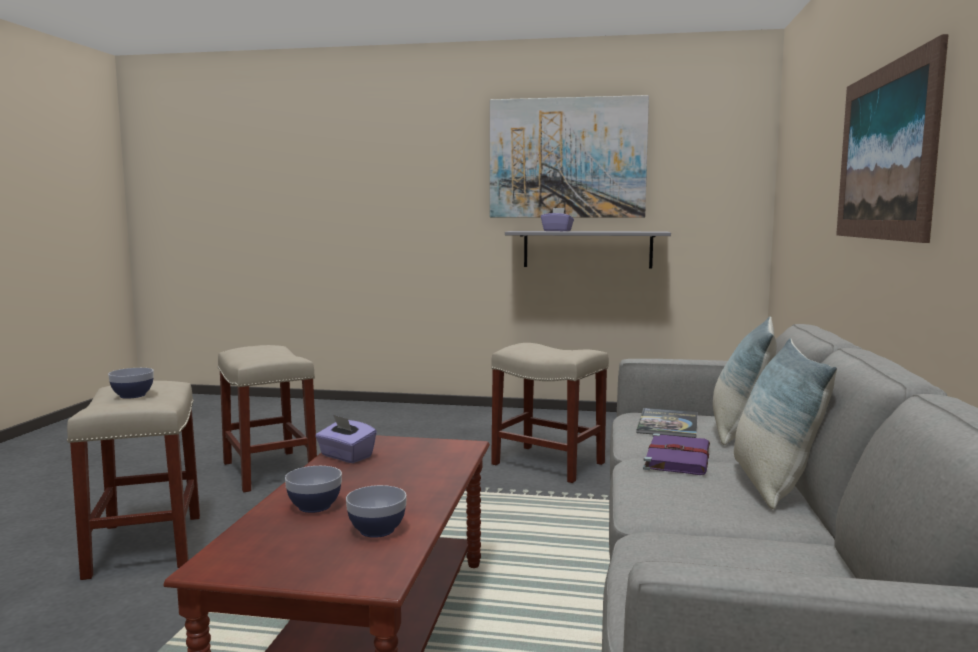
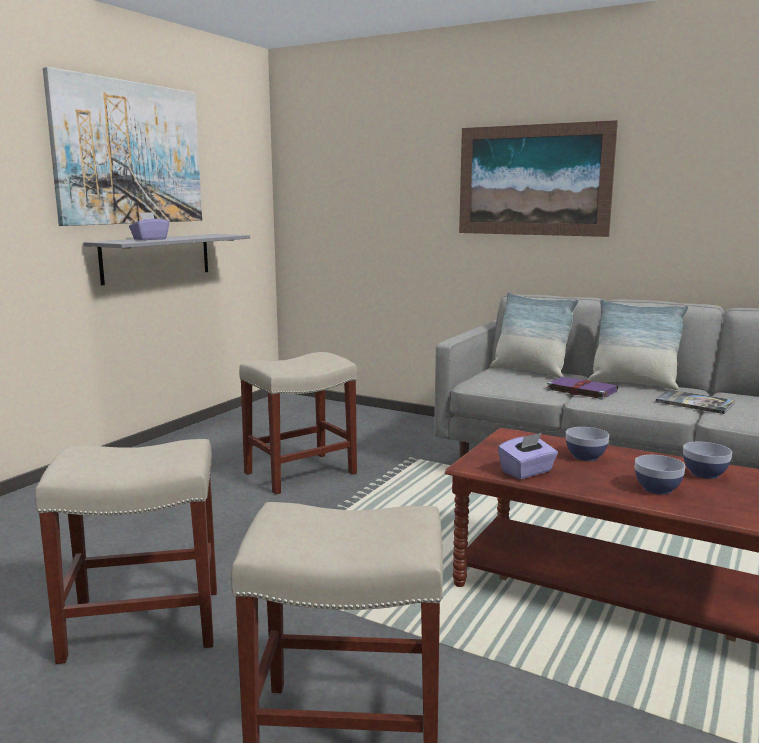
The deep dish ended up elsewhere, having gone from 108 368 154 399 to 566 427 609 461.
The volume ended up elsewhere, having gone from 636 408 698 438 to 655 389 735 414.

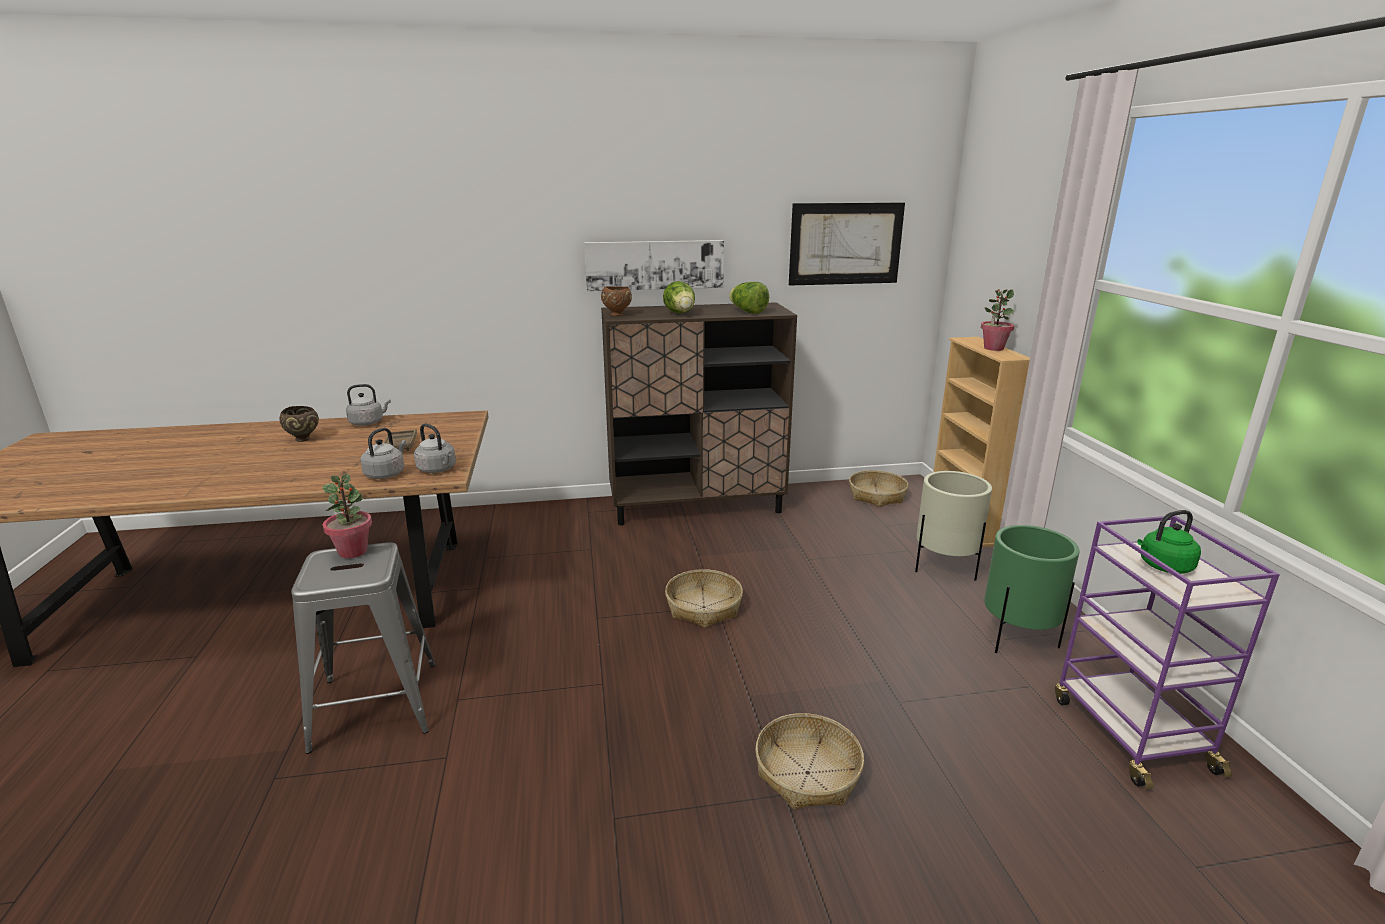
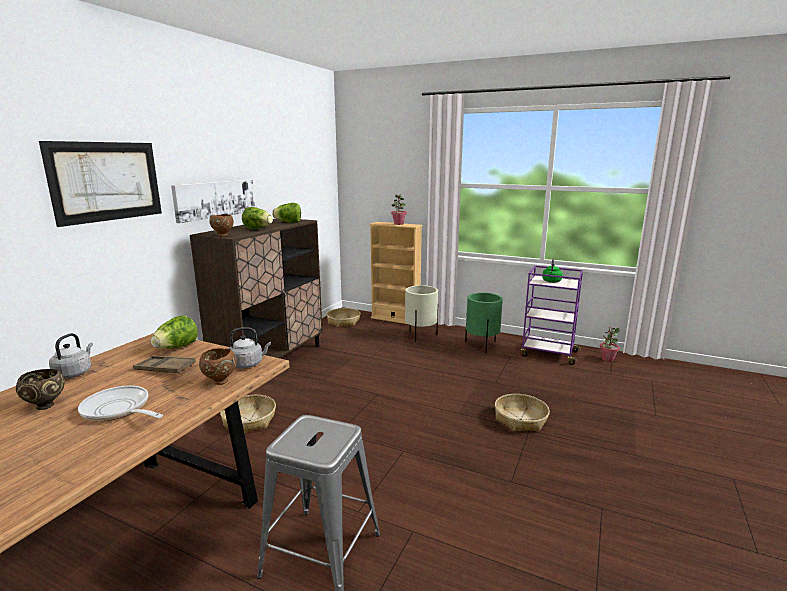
The plant in a pot ended up elsewhere, having gone from 322 474 372 558 to 600 326 620 362.
Where the greyish water kettle stood at 360 428 406 479, the brown-coloured deep dish came to stand at 199 348 237 385.
The household basket ended up elsewhere, having gone from 665 569 743 628 to 220 395 276 433.
The picture ended up elsewhere, having gone from 789 203 905 286 to 39 141 162 227.
The second view gained the pan at 78 386 163 421.
The second view gained the lettuce head at 151 316 198 349.

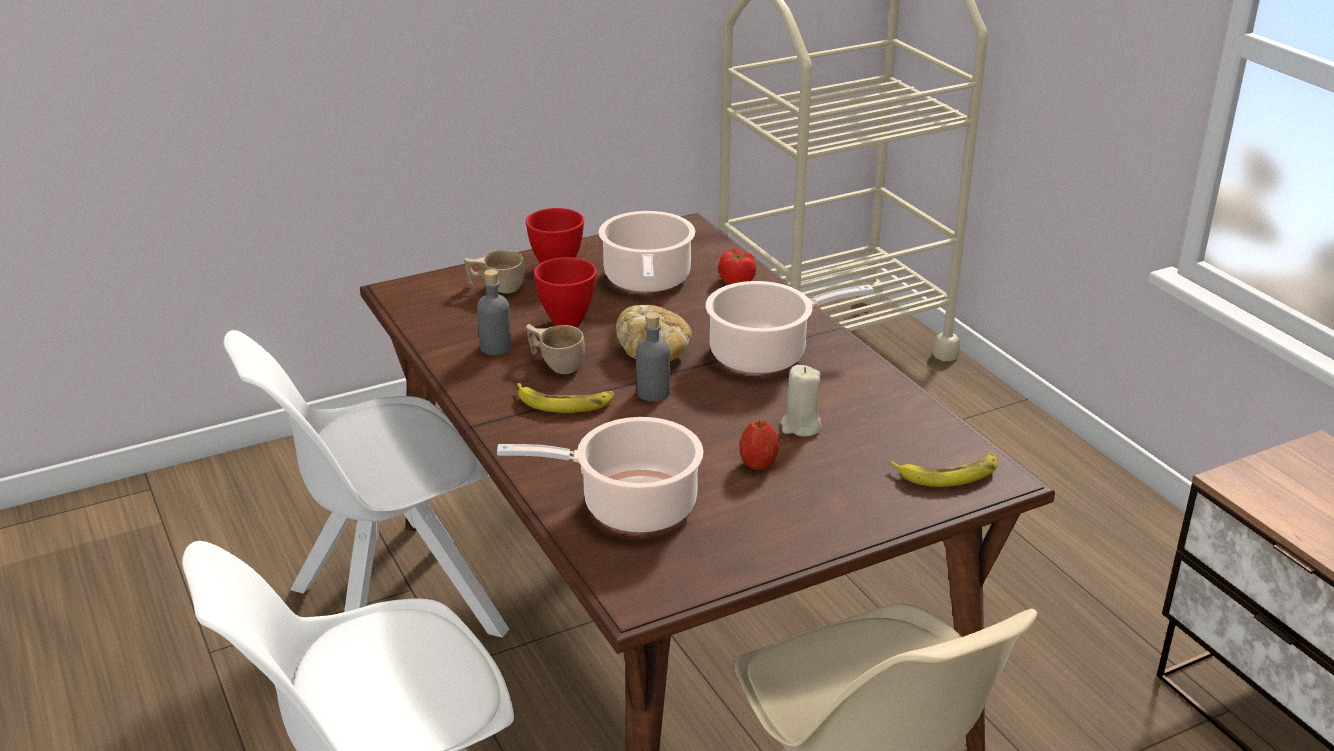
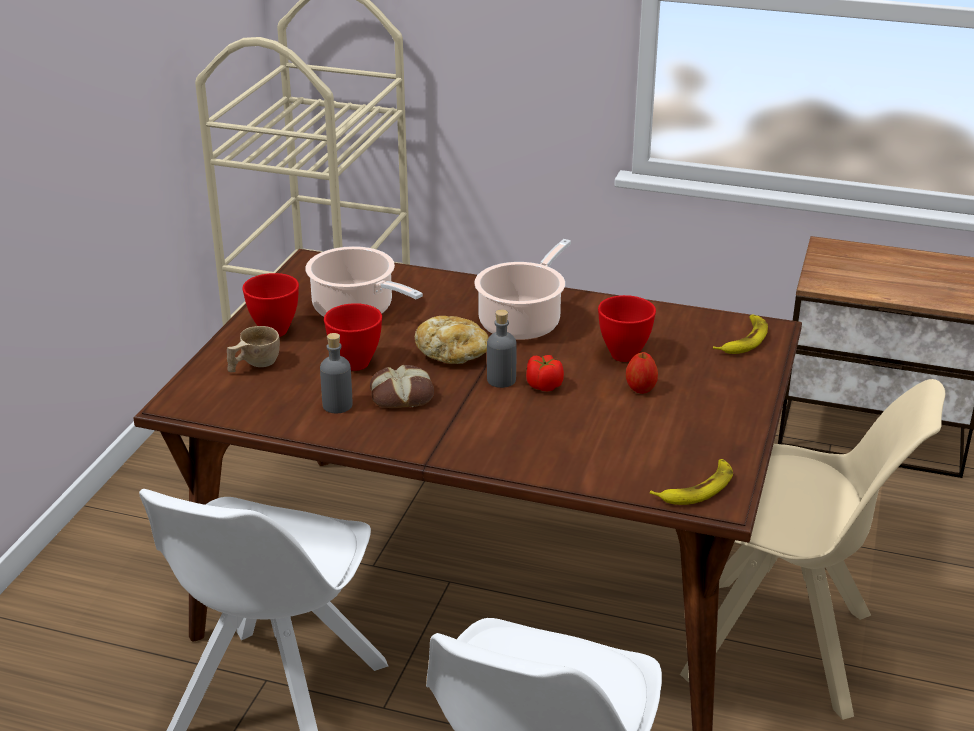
The second view lost the saucepot at 497 417 704 533.
The banana fruit ended up elsewhere, having gone from 517 383 614 413 to 650 459 733 505.
Where the beige-coloured drinking cup stood at 526 324 585 374, the bread came to stand at 370 365 434 408.
The whole tomato ended up elsewhere, having gone from 718 249 756 285 to 526 355 564 391.
Where the beige-coloured candle stood at 781 365 822 436, the red deep dish came to stand at 598 295 656 362.

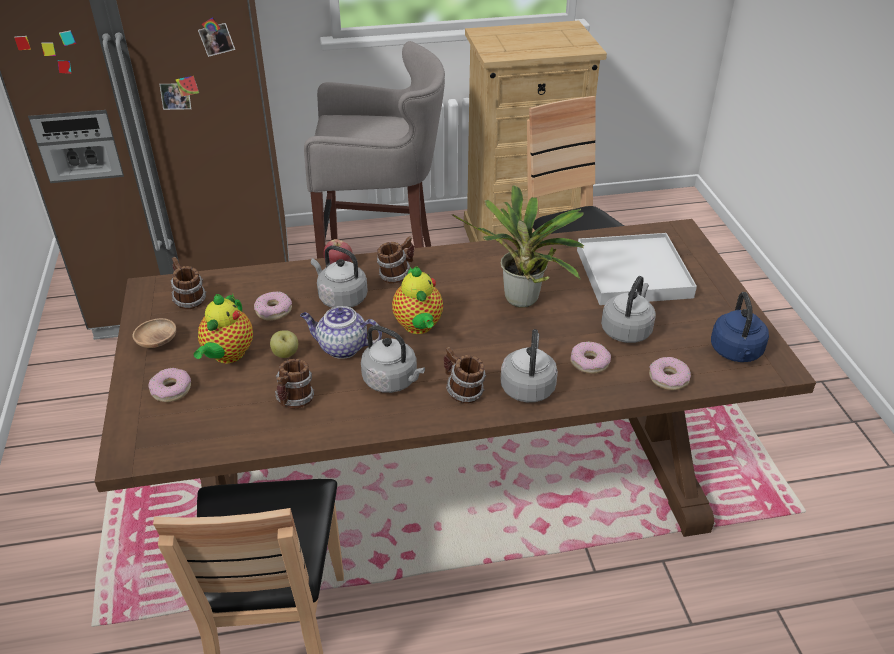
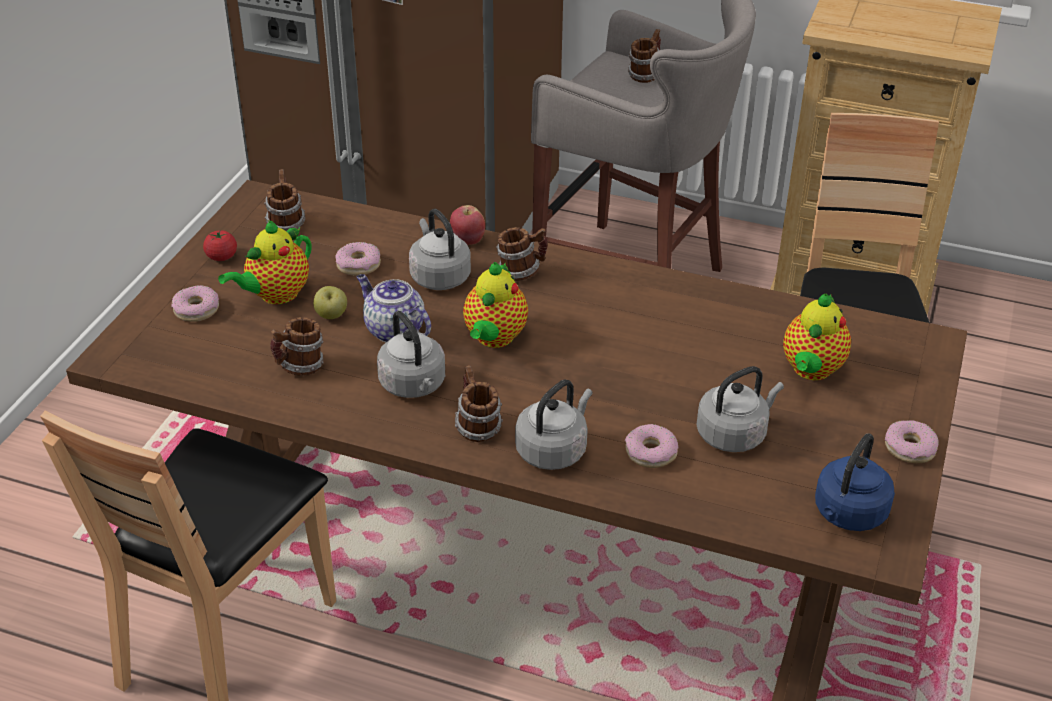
Where the brown-coloured deep dish stood at 133 318 176 348, the whole tomato came to stand at 203 230 237 261.
The second view lost the plant in a pot at 452 185 585 308.
Where the white tray stood at 577 233 697 305, the tea pot came to stand at 783 293 851 380.
The ring doughnut ended up elsewhere, having gone from 649 357 691 390 to 885 420 939 463.
The second view gained the coffee mug at 628 29 661 83.

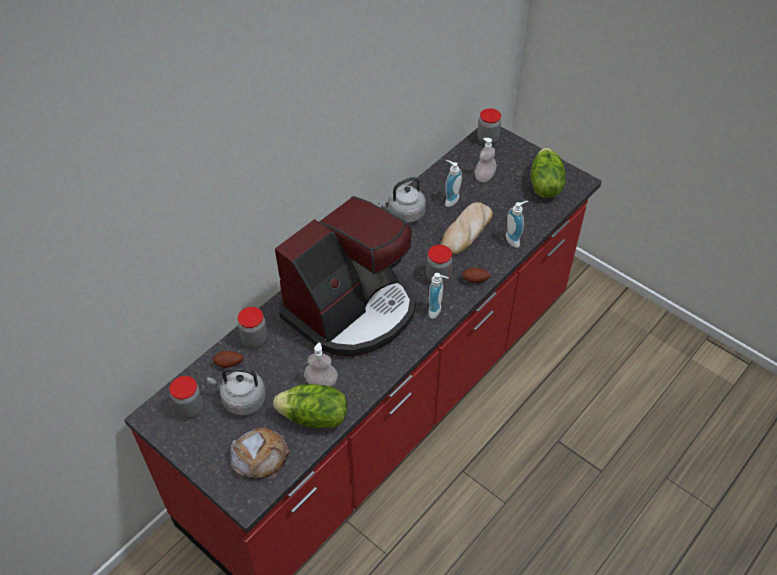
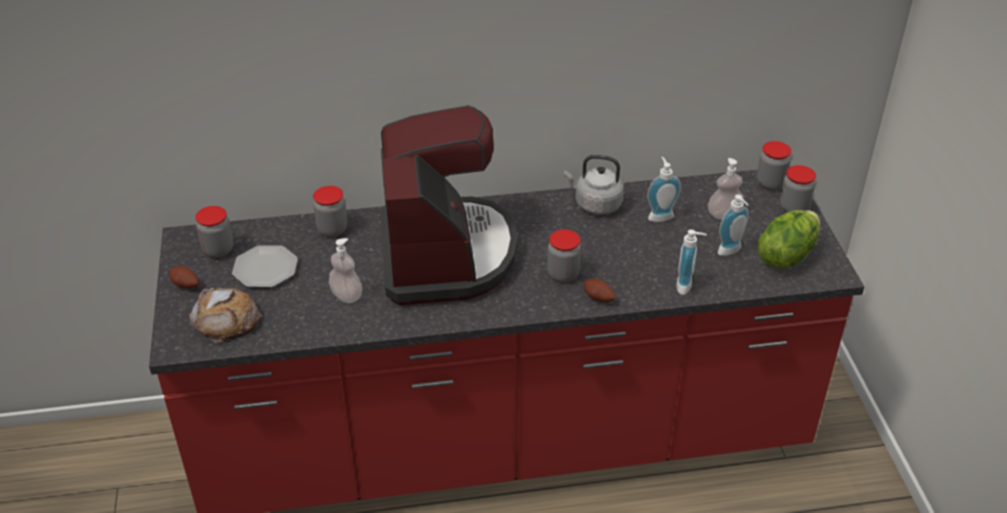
Where the greyish water kettle stood at 207 367 266 416, the plate came to stand at 232 245 298 288.
The spud ended up elsewhere, having gone from 212 351 244 368 to 169 266 199 288.
The second view lost the lettuce head at 273 384 347 428.
The coffee machine at 275 196 416 356 ended up facing another way, 90 degrees counterclockwise from before.
The soap bottle ended up elsewhere, having gone from 428 273 449 319 to 718 195 749 256.
The second view lost the bread at 441 202 493 255.
The second view gained the jar at 780 165 816 213.

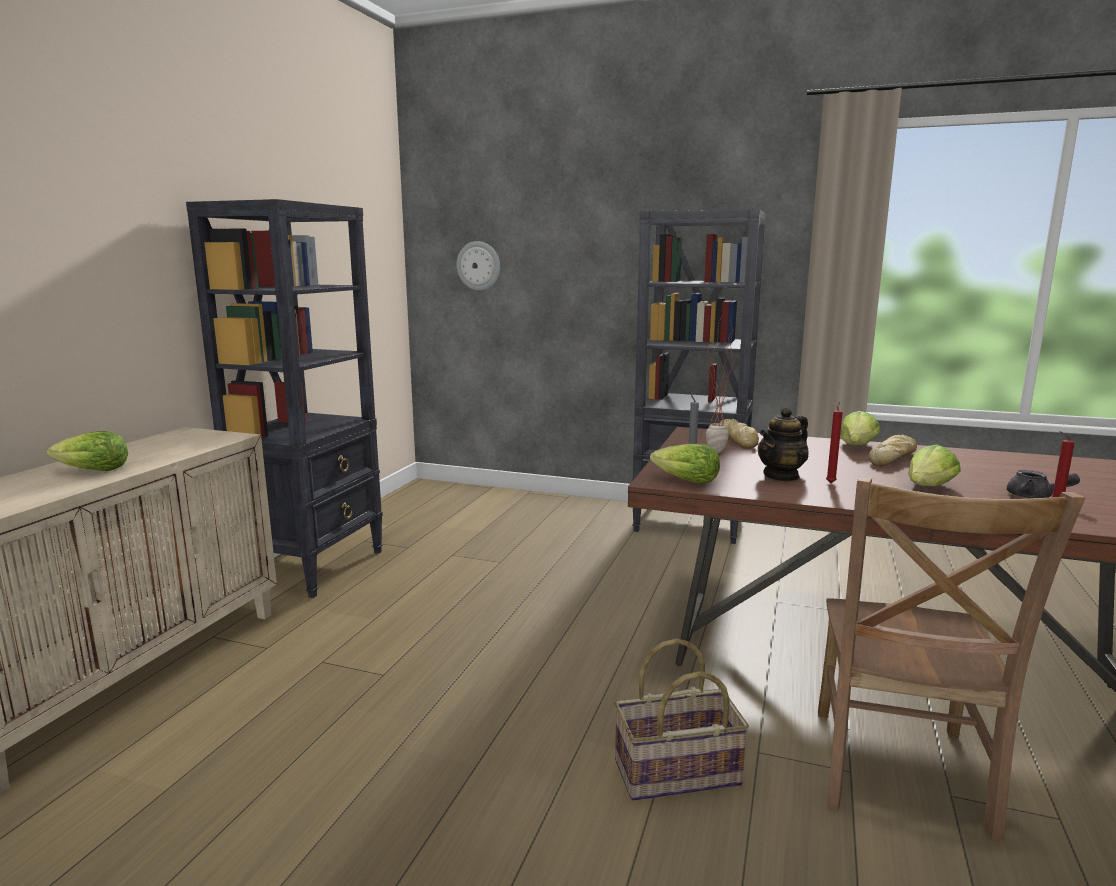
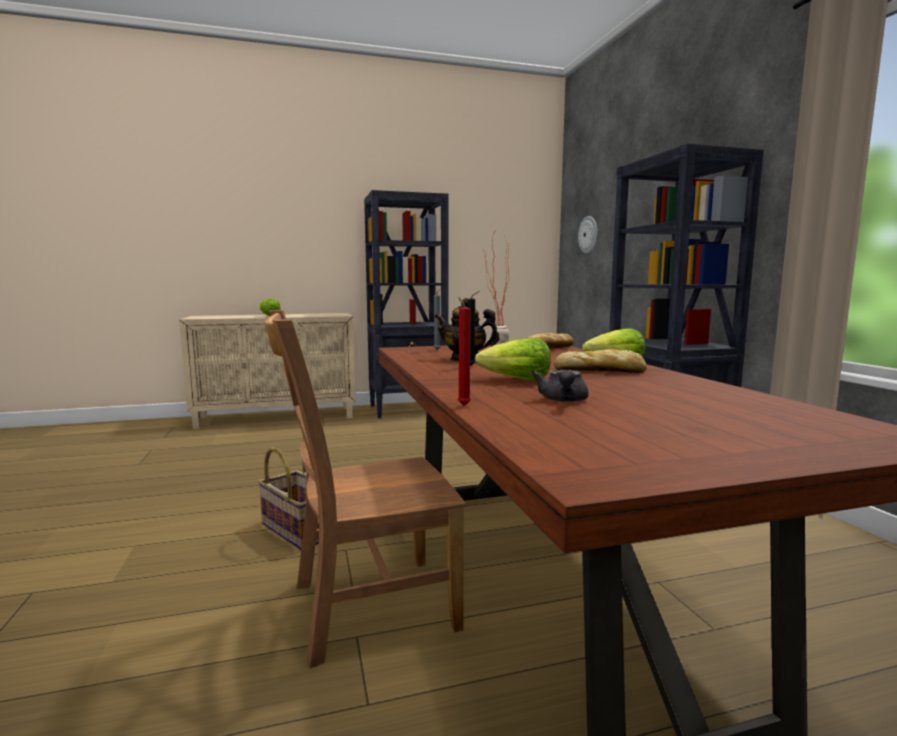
The second view lost the lettuce head at 650 444 720 484.
What was the red candle at 826 401 843 483 turned into the black candle at 468 291 479 366.

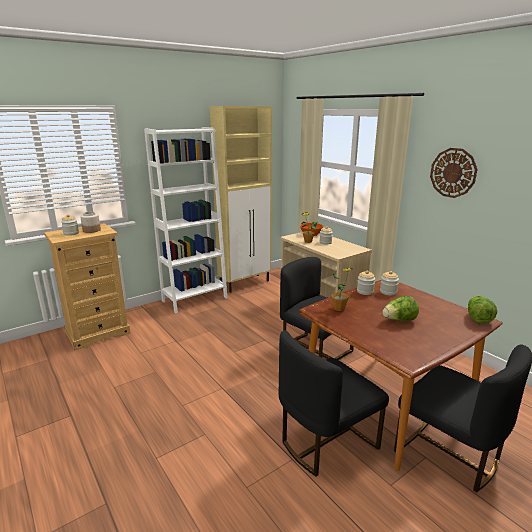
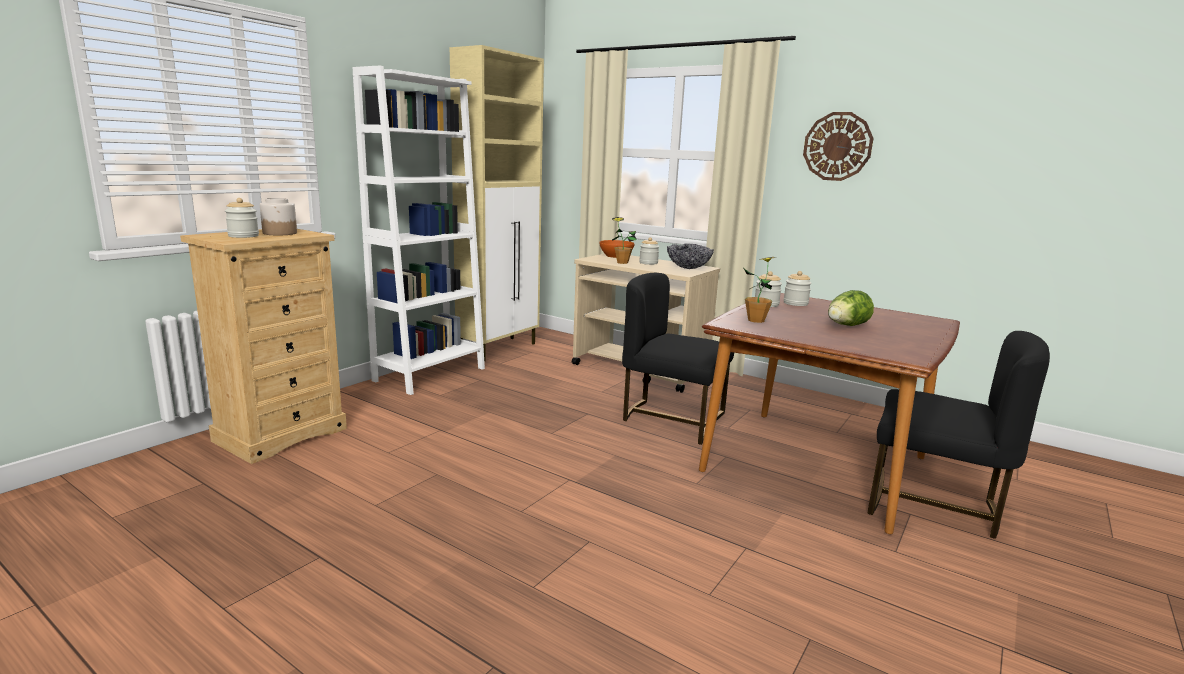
The second view lost the black chair at 278 330 389 477.
The second view lost the lettuce head at 468 296 497 324.
The second view gained the deep dish at 667 244 714 269.

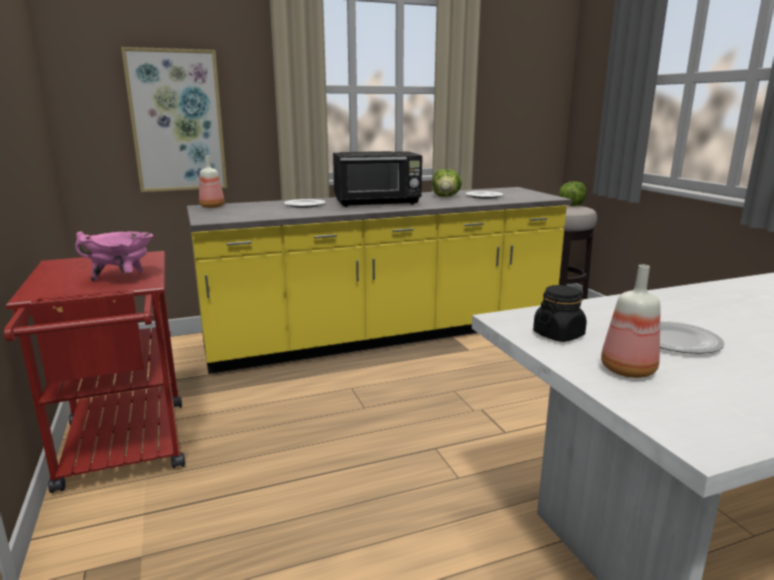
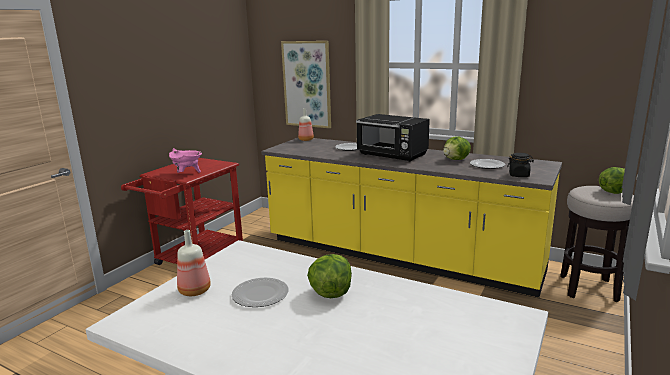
The black jar ended up elsewhere, having gone from 533 285 587 342 to 507 153 534 177.
The second view gained the lettuce head at 307 254 352 298.

